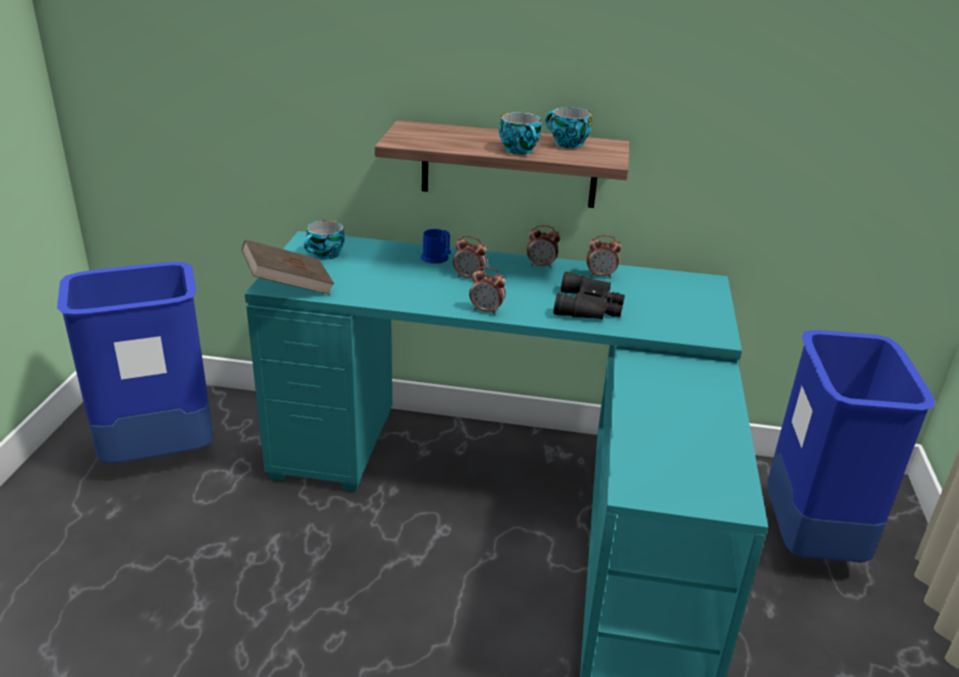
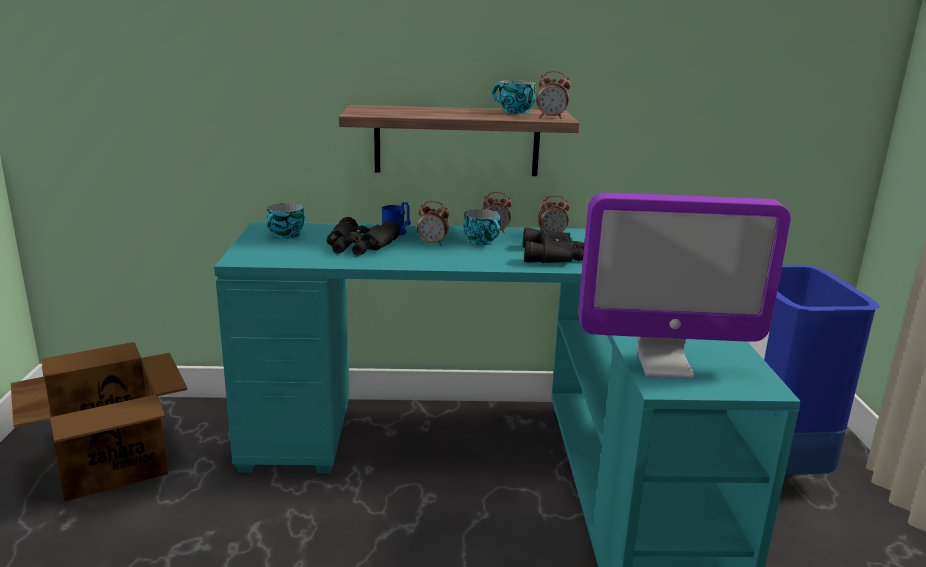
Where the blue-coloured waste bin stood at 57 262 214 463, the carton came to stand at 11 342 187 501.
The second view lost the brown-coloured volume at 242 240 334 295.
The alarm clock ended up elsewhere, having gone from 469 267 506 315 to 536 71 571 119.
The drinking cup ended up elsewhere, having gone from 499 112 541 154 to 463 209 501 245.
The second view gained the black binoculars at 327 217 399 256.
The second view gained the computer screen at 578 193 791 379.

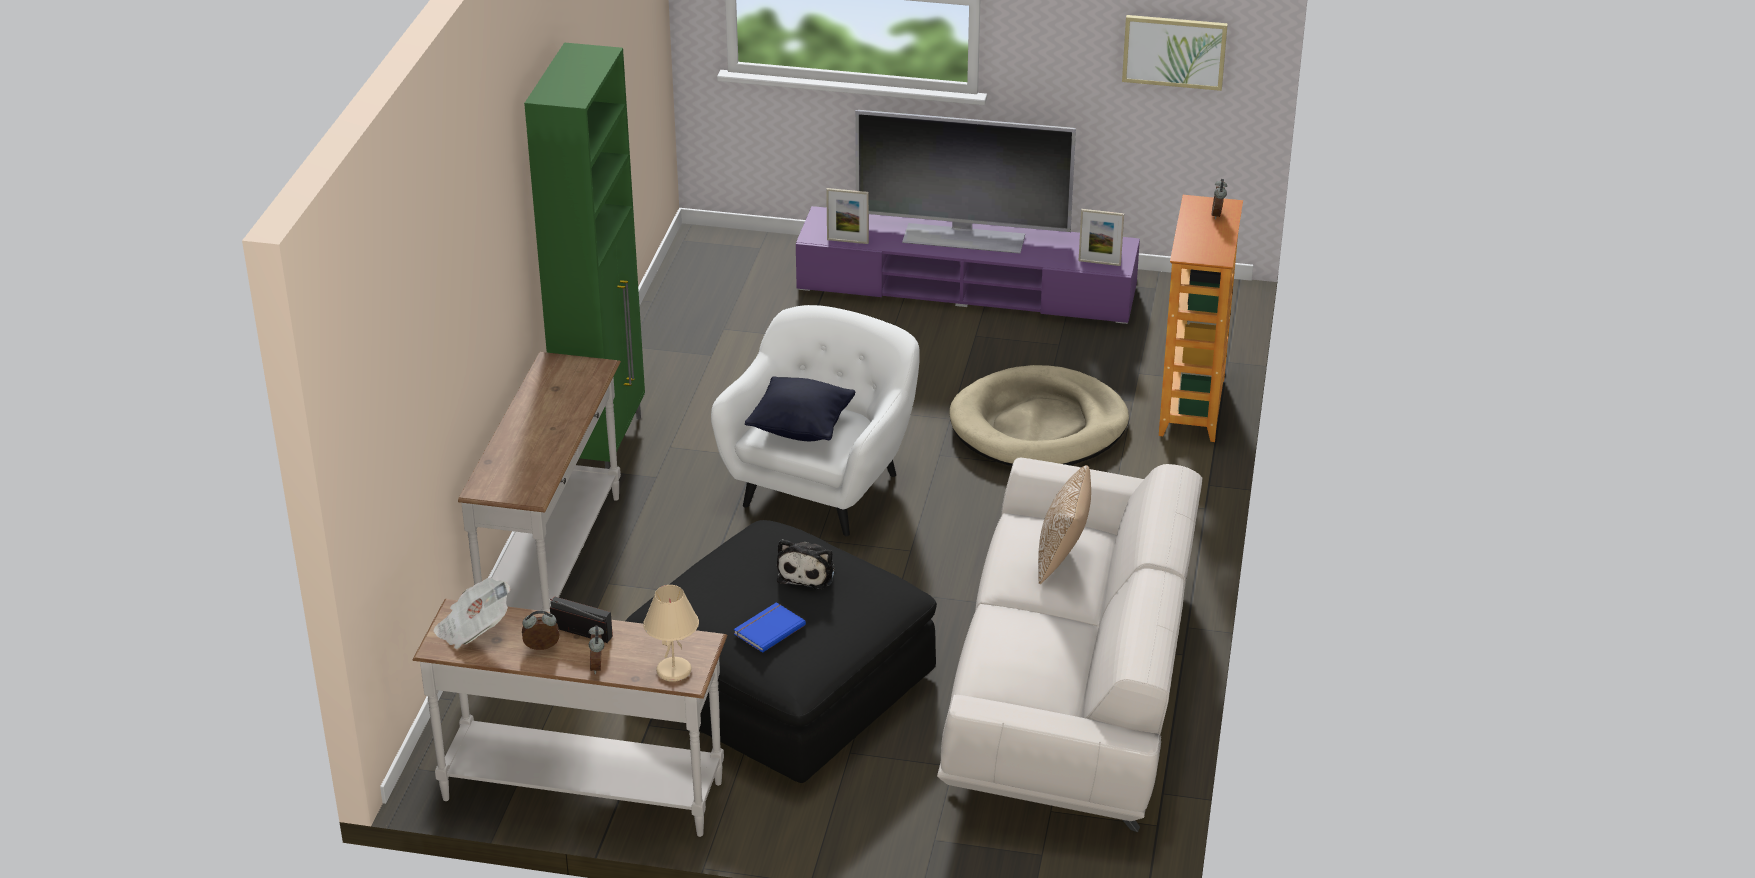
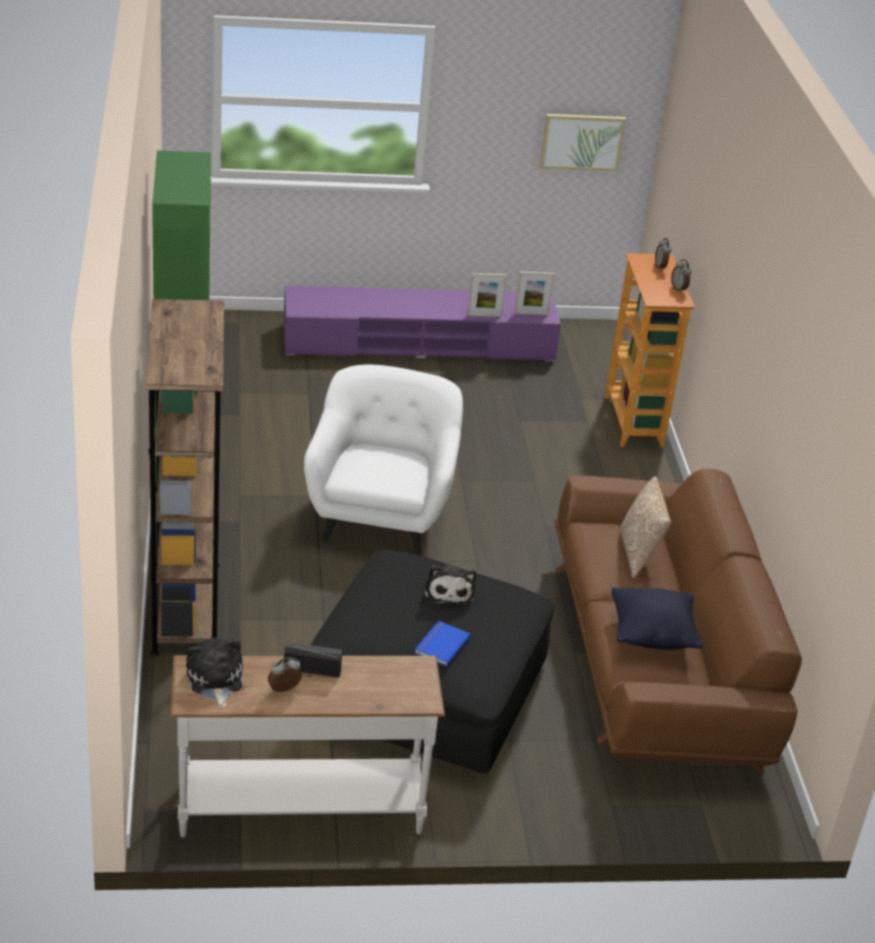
Where the daily paper stood at 434 577 511 649, the soft toy came to stand at 186 638 243 708.
Where the white narrow table stood at 458 352 621 612, the brown-coloured bookcase came to stand at 146 299 224 656.
The alarm clock ended up elsewhere, having gone from 588 625 604 674 to 671 259 692 293.
The second view lost the beige-coloured table lamp at 643 585 699 682.
The black cushion ended up elsewhere, having gone from 745 376 856 441 to 612 588 703 650.
The standing frame ended up elsewhere, having gone from 826 188 869 244 to 468 273 507 317.
The second view lost the TV set at 855 110 1076 254.
What was the white settee at 937 457 1202 832 turned into the brown-coloured settee at 554 469 802 774.
The second view lost the beige-coloured dog cushion at 949 365 1129 466.

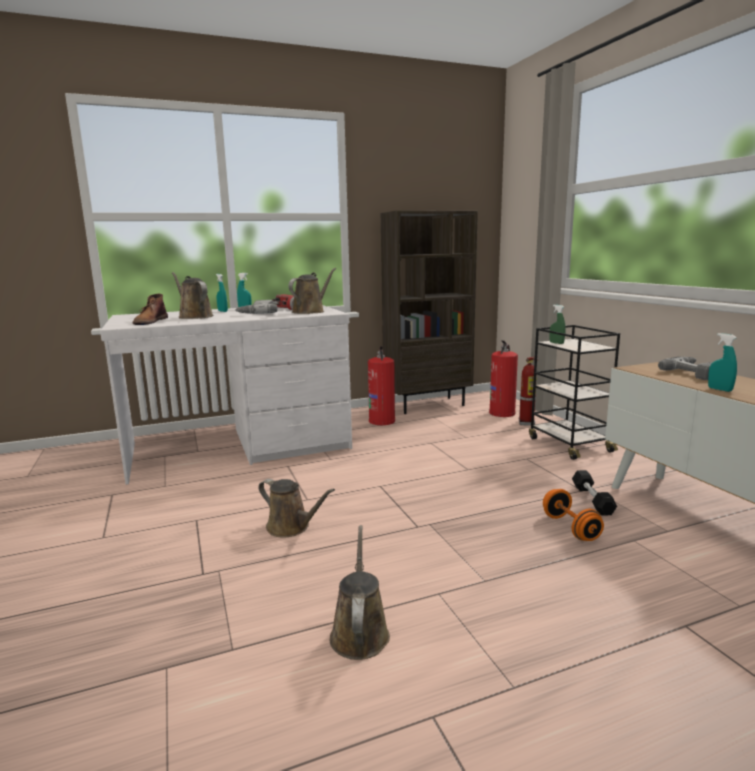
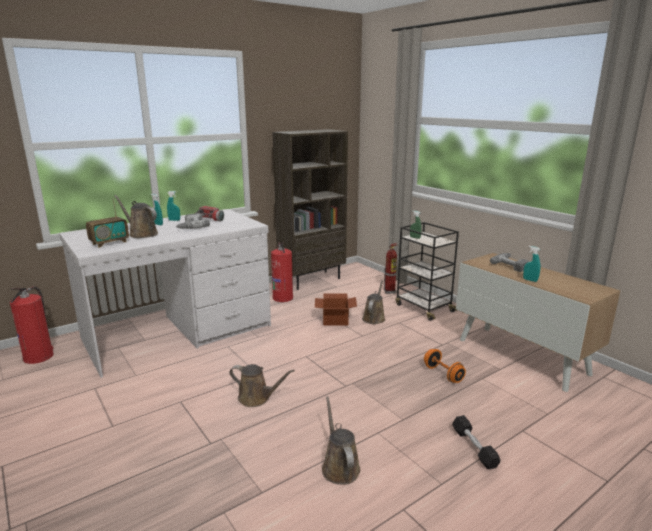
Where the brown-coloured boot stood at 133 294 168 325, the radio came to stand at 86 198 129 248.
The brown-coloured watering can ended up elsewhere, having gone from 288 268 336 314 to 362 280 385 324.
The extinguisher ended up elsewhere, having gone from 489 340 518 417 to 10 286 54 364.
The black free weight ended up elsewhere, having gone from 572 470 617 516 to 452 415 500 469.
The second view gained the carton at 315 293 357 325.

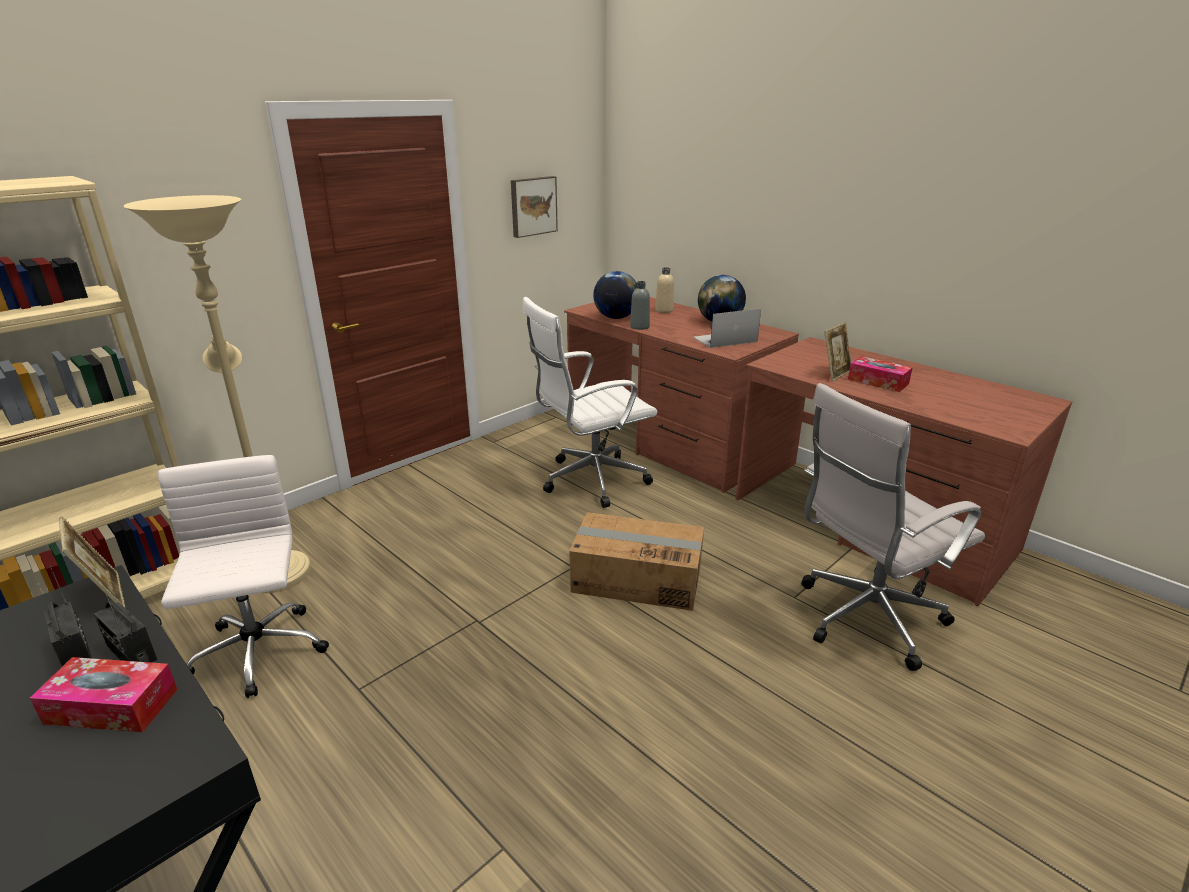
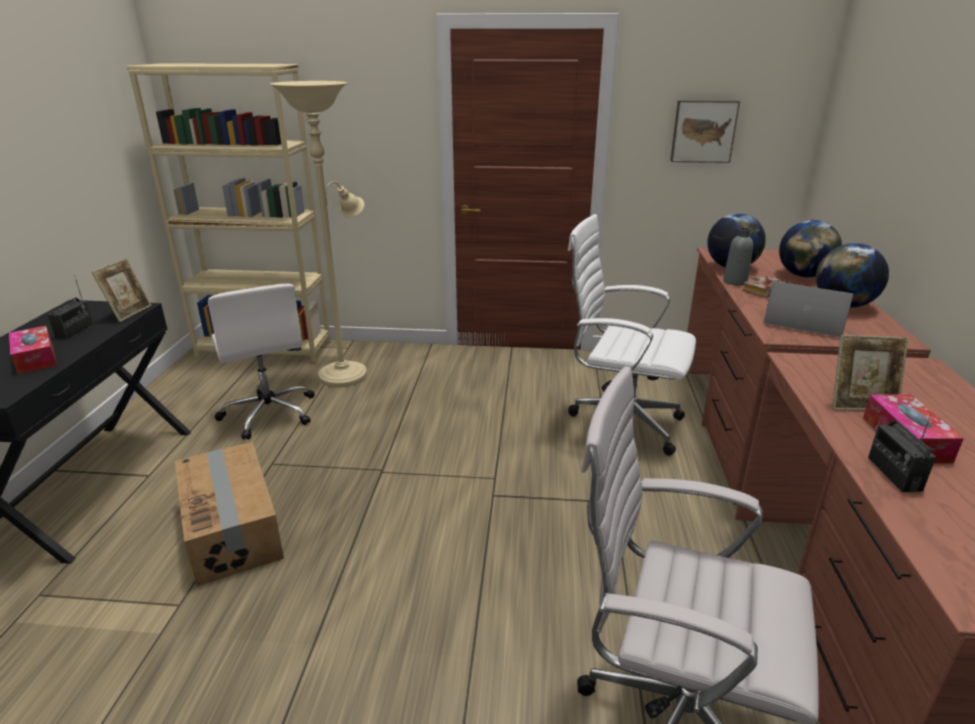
The radio ended up elsewhere, having gone from 94 595 157 663 to 868 414 936 492.
The white desk chair at 158 455 329 698 ended up facing another way, 120 degrees clockwise from before.
The carton ended up elsewhere, having gone from 569 512 704 611 to 175 442 284 587.
Where the beige-coloured drink bottle stood at 655 267 674 313, the world globe came to stand at 779 220 842 277.
The second view gained the volume at 742 275 788 298.

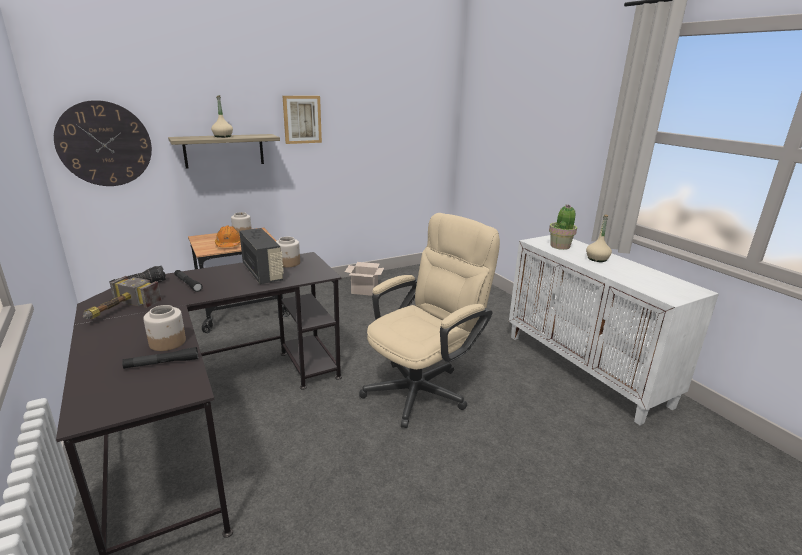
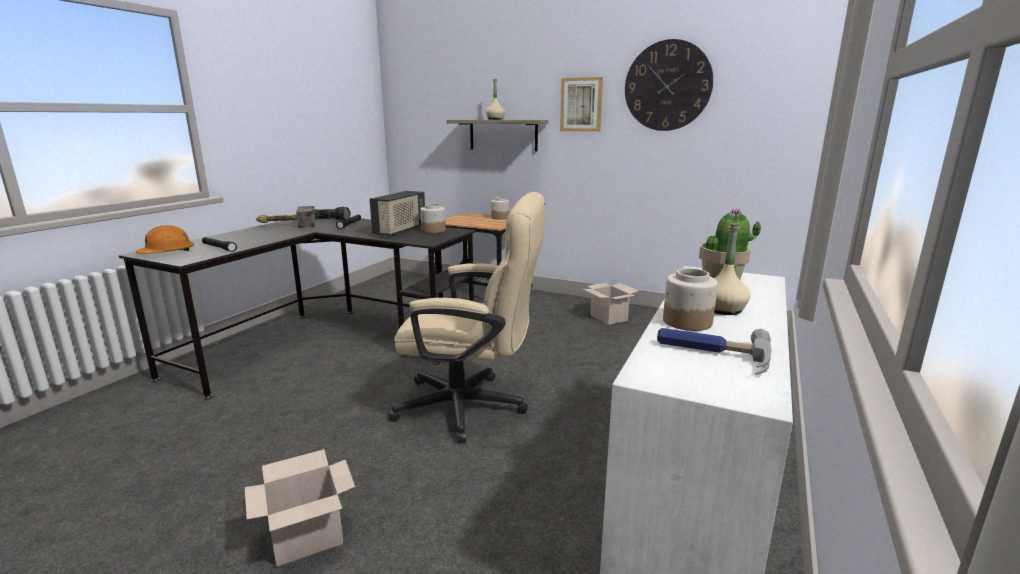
The hanging clock ended up elsewhere, having gone from 54 100 152 186 to 625 39 713 131.
The jar ended up elsewhere, having gone from 143 305 186 351 to 663 268 718 331.
The orange hard hat ended up elsewhere, having gone from 215 226 240 247 to 136 225 194 254.
The second view gained the carton at 245 449 355 566.
The second view gained the hand hammer at 657 328 771 375.

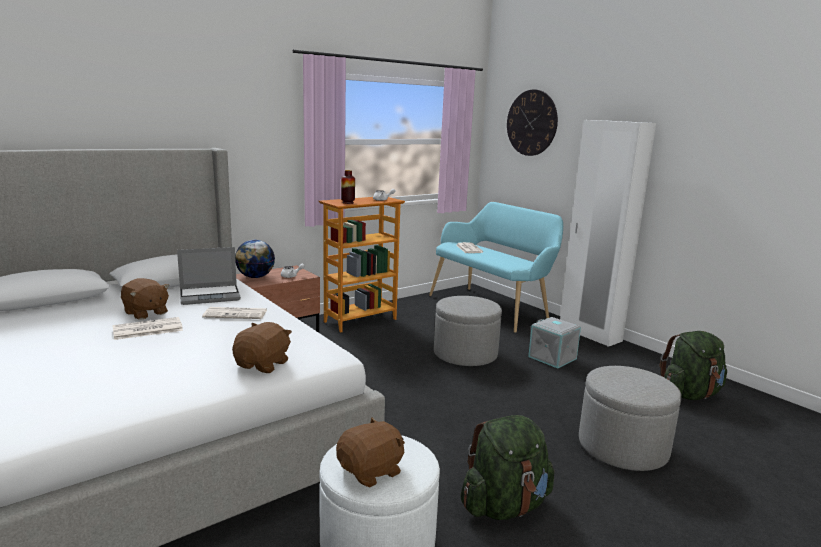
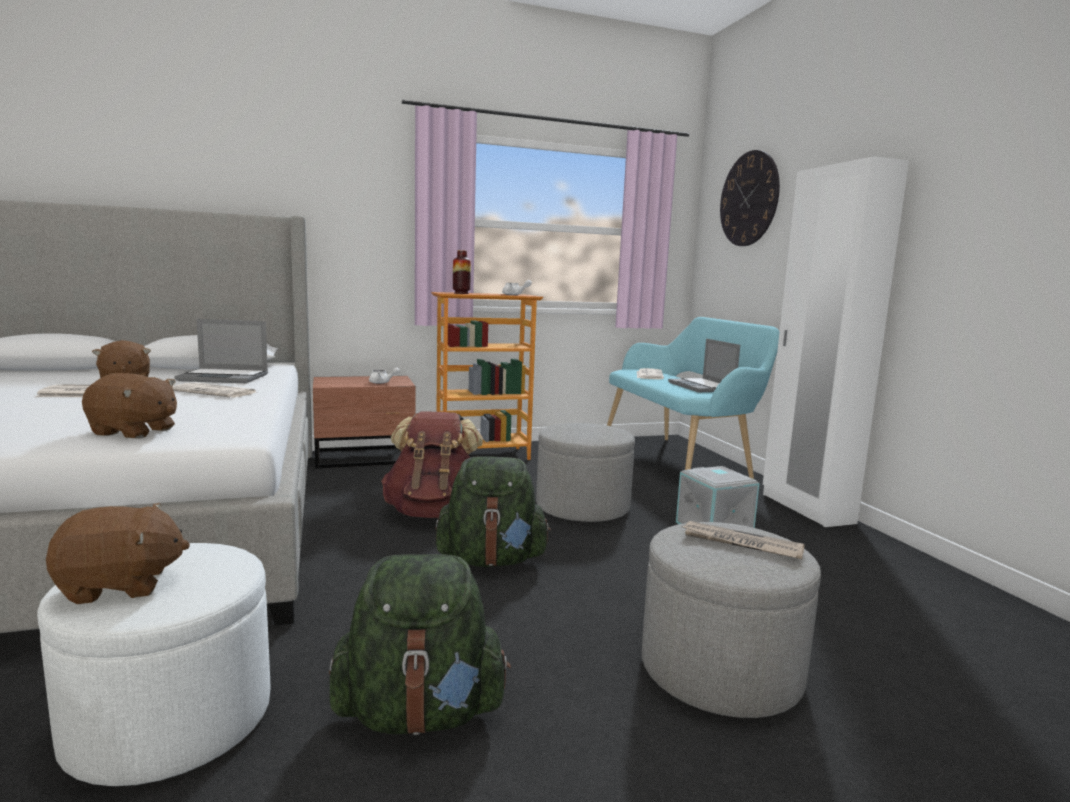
The brown-coloured soft toy at 232 322 292 373 ended up facing another way, 60 degrees clockwise from before.
The second view lost the world globe at 235 240 275 278.
The green backpack ended up elsewhere, having gone from 660 331 727 400 to 435 456 551 567.
The second view gained the brown-coloured backpack at 381 412 483 518.
The second view gained the notebook computer at 668 339 740 392.
The second view gained the daily paper at 681 521 805 559.

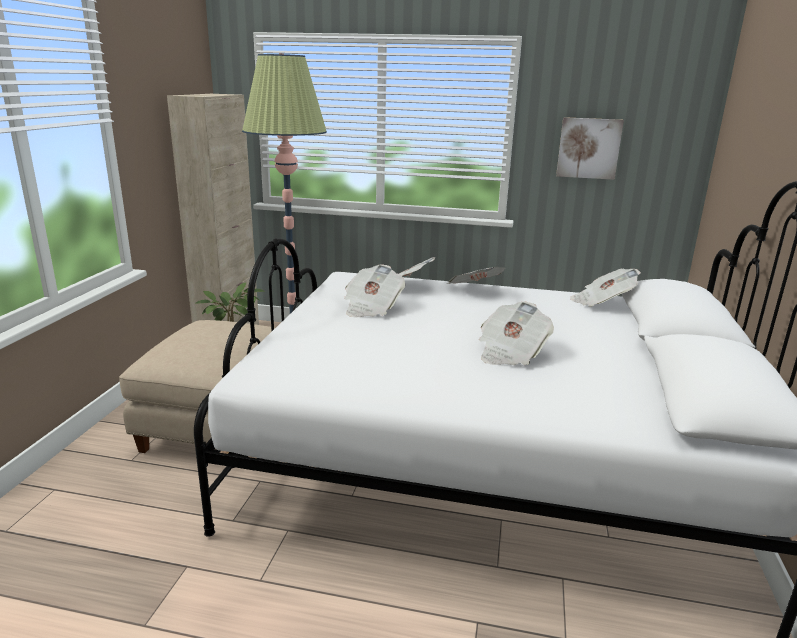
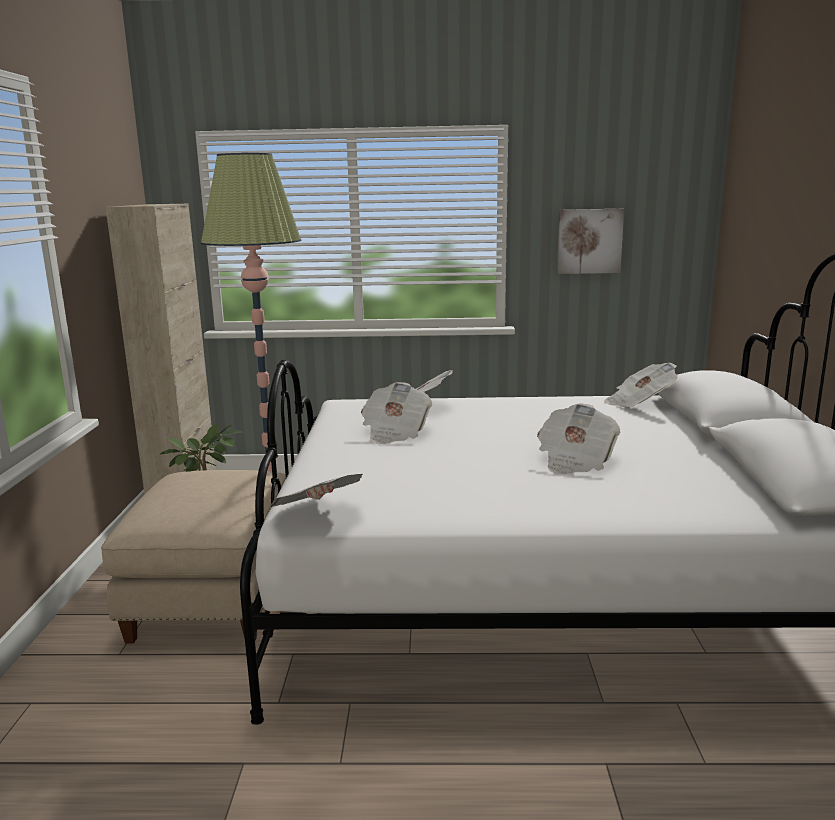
The daily paper ended up elsewhere, having gone from 447 267 506 284 to 270 474 363 507.

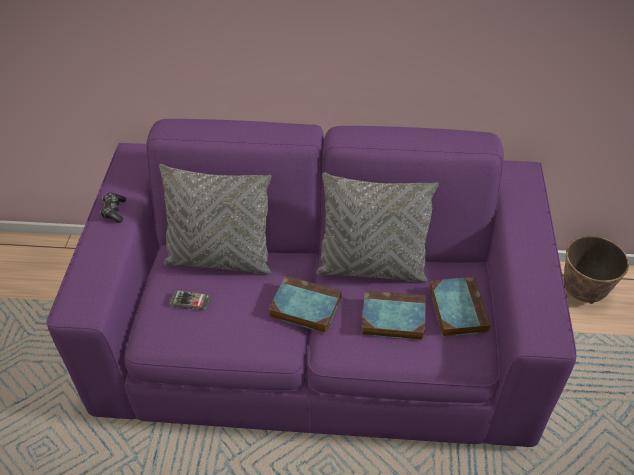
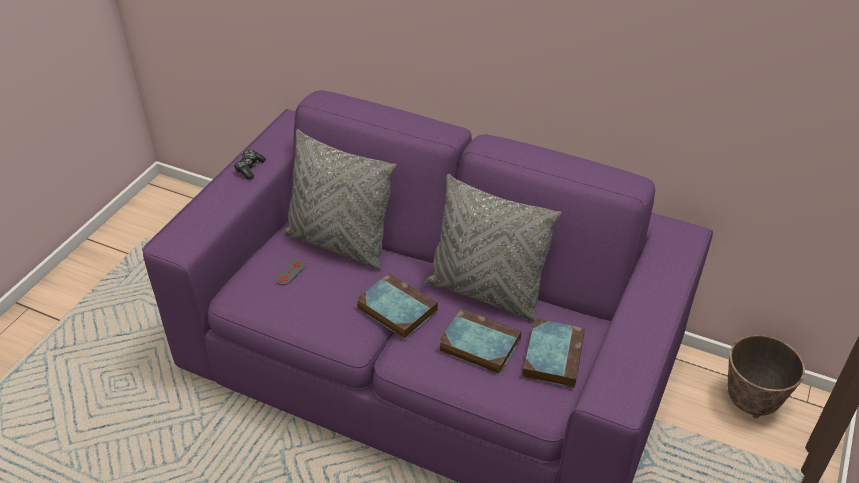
Where the telephone stood at 169 290 211 310, the greyish game controller came to stand at 275 260 305 285.

